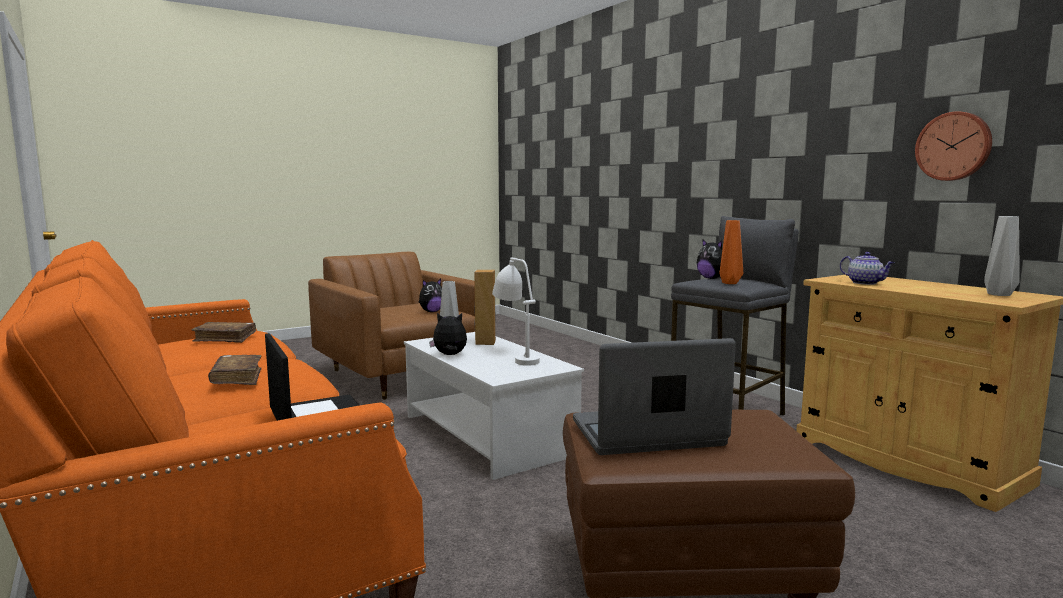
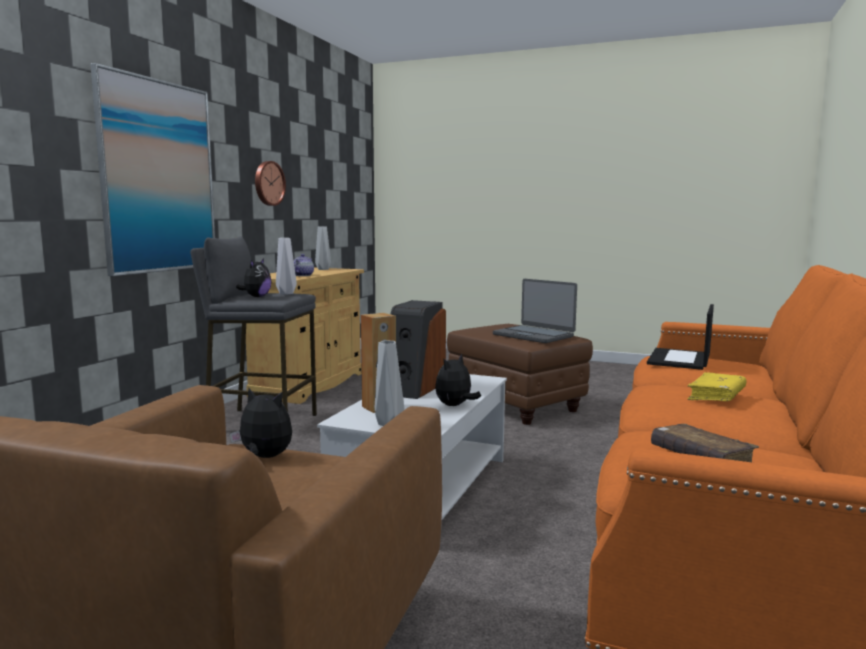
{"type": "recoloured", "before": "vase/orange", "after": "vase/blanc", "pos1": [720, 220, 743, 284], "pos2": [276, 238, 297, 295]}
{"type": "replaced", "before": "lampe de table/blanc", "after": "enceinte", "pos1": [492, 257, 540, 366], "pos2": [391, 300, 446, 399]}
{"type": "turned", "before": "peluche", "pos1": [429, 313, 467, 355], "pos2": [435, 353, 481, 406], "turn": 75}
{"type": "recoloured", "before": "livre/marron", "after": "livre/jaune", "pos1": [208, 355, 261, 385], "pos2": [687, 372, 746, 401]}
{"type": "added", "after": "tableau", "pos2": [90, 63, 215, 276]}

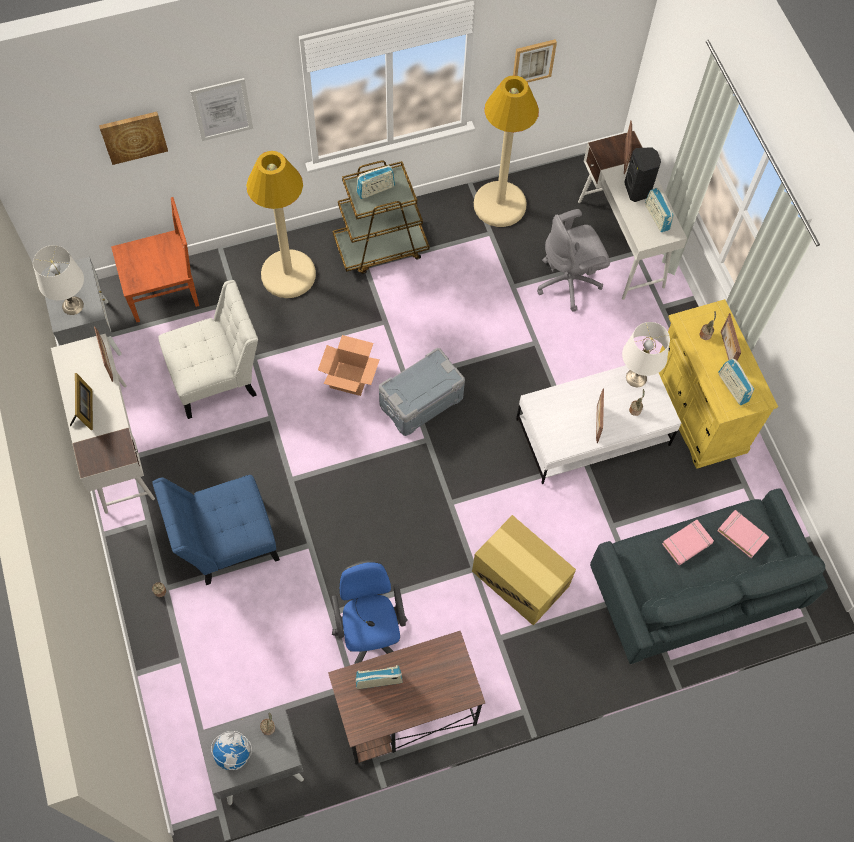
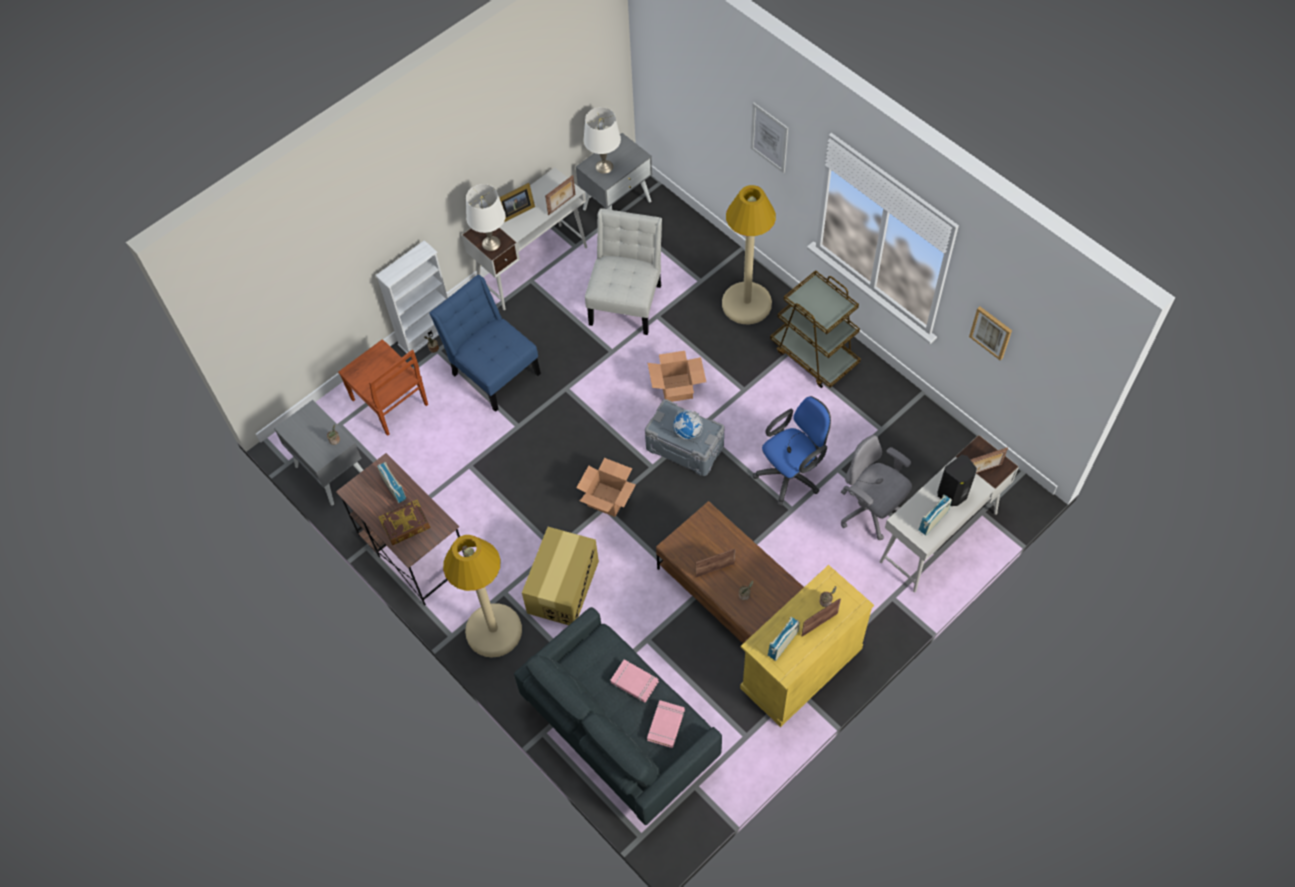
{"type": "moved", "before": "lampadaire/beige", "pos1": [474, 75, 539, 227], "pos2": [443, 535, 522, 658]}
{"type": "removed", "before": "tableau", "pos1": [99, 112, 168, 165]}
{"type": "removed", "before": "radio", "pos1": [357, 165, 395, 199]}
{"type": "moved", "before": "chaise/marron", "pos1": [111, 197, 199, 322], "pos2": [338, 339, 428, 436]}
{"type": "turned", "before": "chaise/blanc", "pos1": [159, 280, 258, 419], "pos2": [585, 208, 662, 335], "turn": -120}
{"type": "moved", "before": "lampe de table/blanc", "pos1": [622, 322, 670, 387], "pos2": [466, 184, 506, 251]}
{"type": "recoloured", "before": "table basse/blanc", "after": "table basse/marron", "pos1": [516, 365, 681, 484], "pos2": [656, 501, 804, 643]}
{"type": "moved", "before": "chaise de bureau/bleu", "pos1": [332, 560, 408, 664], "pos2": [753, 396, 831, 506]}
{"type": "moved", "before": "globe", "pos1": [211, 731, 252, 770], "pos2": [673, 410, 702, 439]}
{"type": "added", "after": "bibliothèque/blanc", "pos2": [375, 240, 448, 353]}
{"type": "added", "after": "carton", "pos2": [577, 458, 636, 517]}
{"type": "added", "after": "livre", "pos2": [379, 500, 431, 545]}

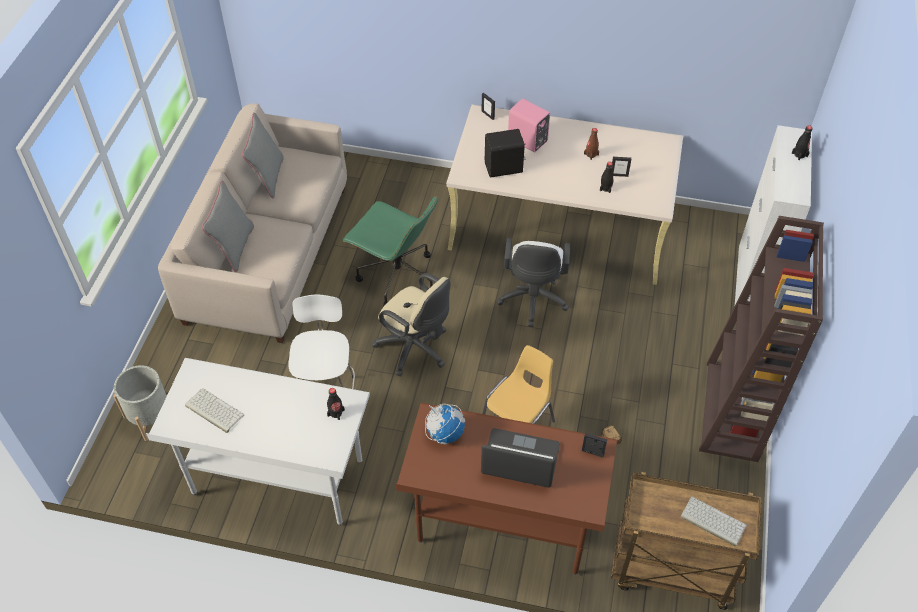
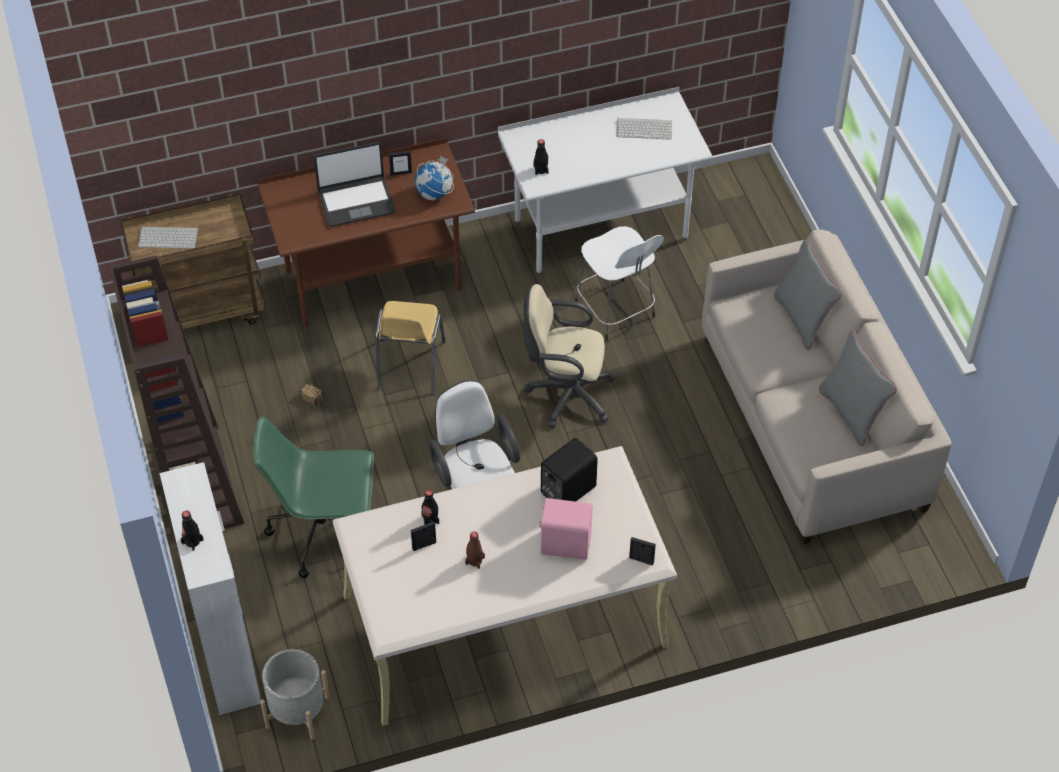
{"type": "moved", "before": "chaise de bureau/vert", "pos1": [343, 196, 438, 307], "pos2": [252, 416, 374, 578]}
{"type": "moved", "before": "cache-pot/gris", "pos1": [113, 365, 168, 441], "pos2": [260, 649, 330, 740]}
{"type": "moved", "before": "cadre photo", "pos1": [582, 433, 607, 458], "pos2": [389, 151, 412, 176]}

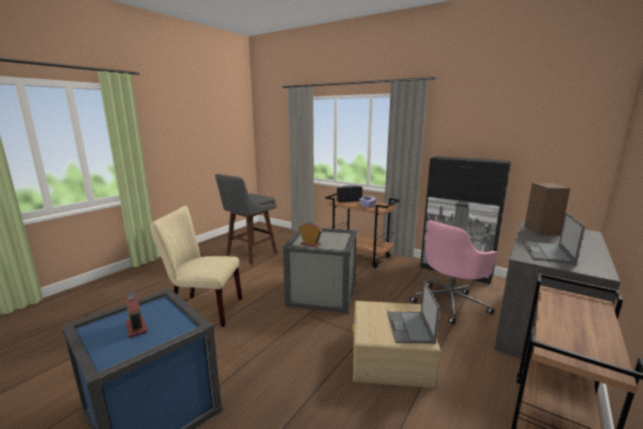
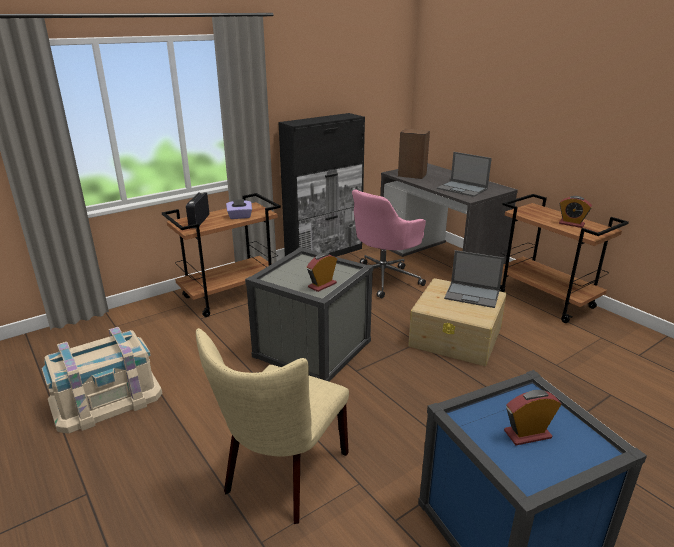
{"type": "replaced", "before": "tabouret/gris", "after": "boîte de rangement/beige", "pos1": [215, 174, 277, 265], "pos2": [42, 327, 162, 434]}
{"type": "turned", "before": "chaise de bureau/rose", "pos1": [410, 220, 498, 325], "pos2": [352, 189, 426, 298], "turn": 60}
{"type": "added", "after": "réveil", "pos2": [559, 196, 592, 228]}

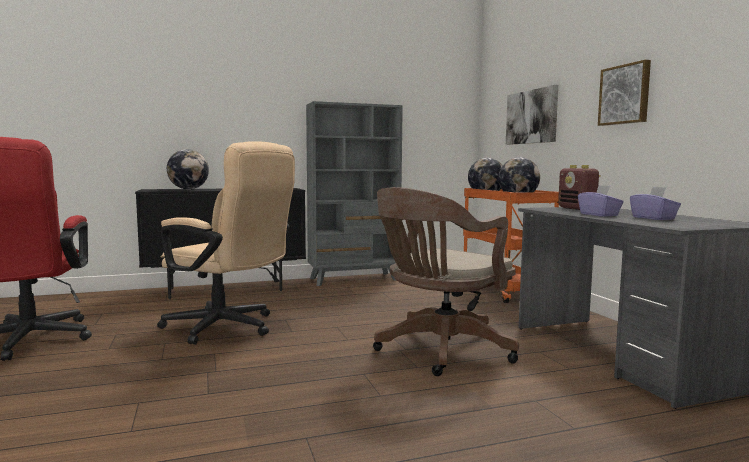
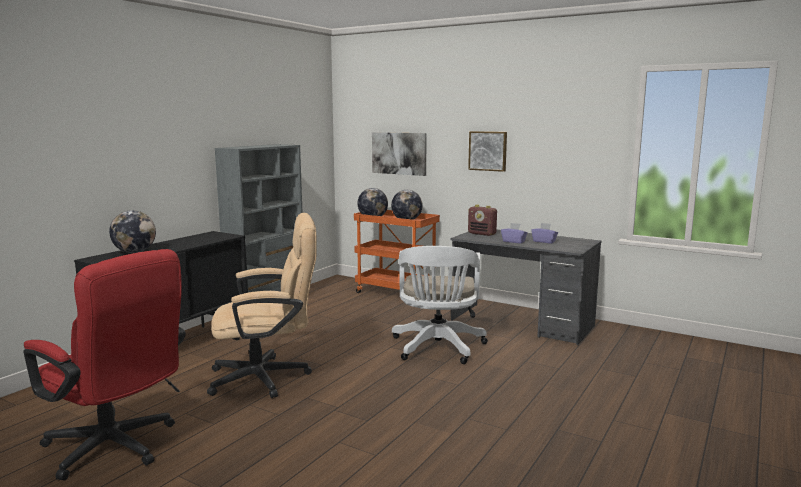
{"type": "recoloured", "before": "chaise de bureau/marron", "after": "chaise de bureau/blanc", "pos1": [373, 187, 519, 376], "pos2": [392, 246, 488, 364]}

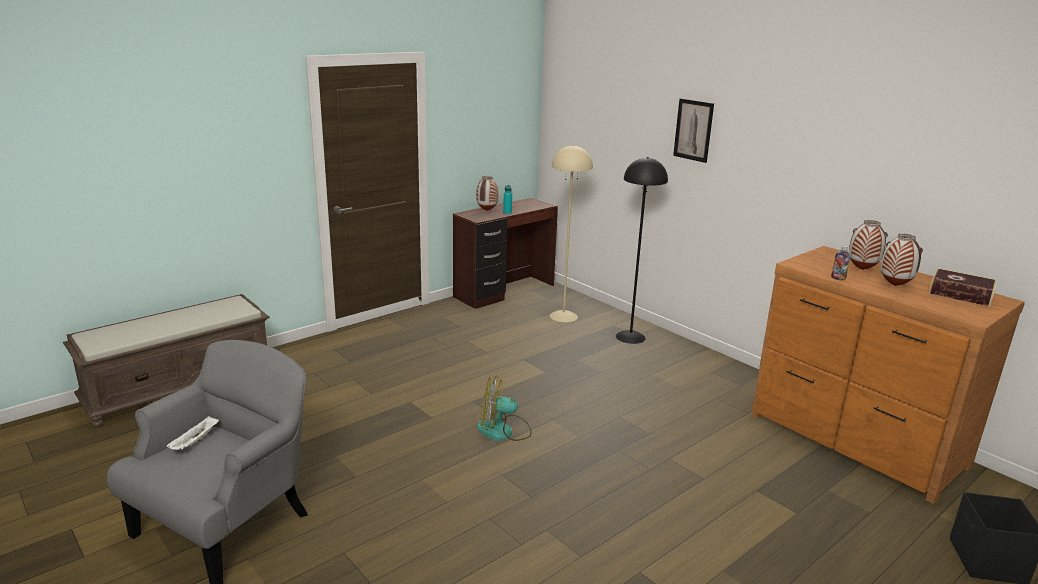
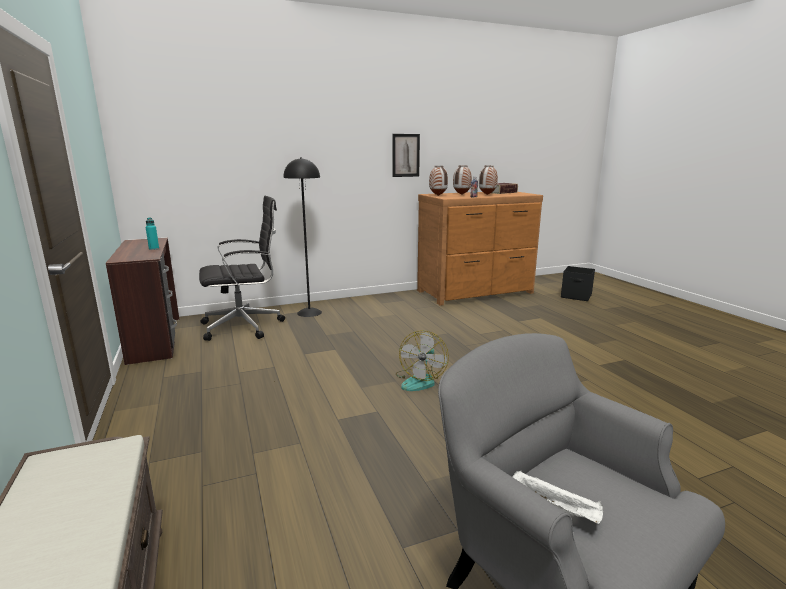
{"type": "moved", "before": "tableau", "pos1": [673, 98, 714, 163], "pos2": [393, 134, 420, 177]}
{"type": "replaced", "before": "lampadaire/beige", "after": "chaise de bureau/noir", "pos1": [550, 145, 593, 322], "pos2": [199, 196, 285, 341]}
{"type": "moved", "before": "vase", "pos1": [476, 176, 498, 211], "pos2": [429, 166, 448, 196]}

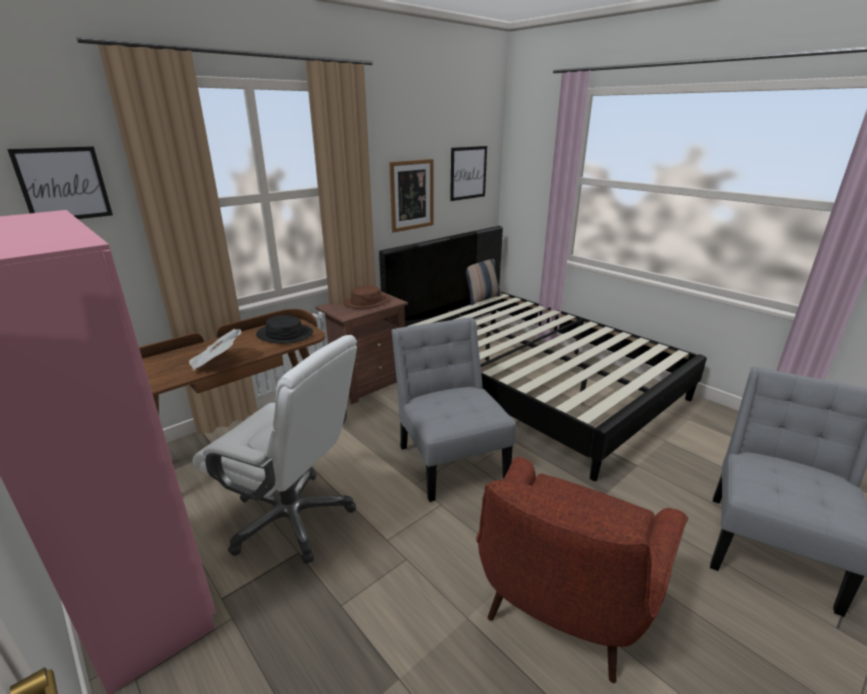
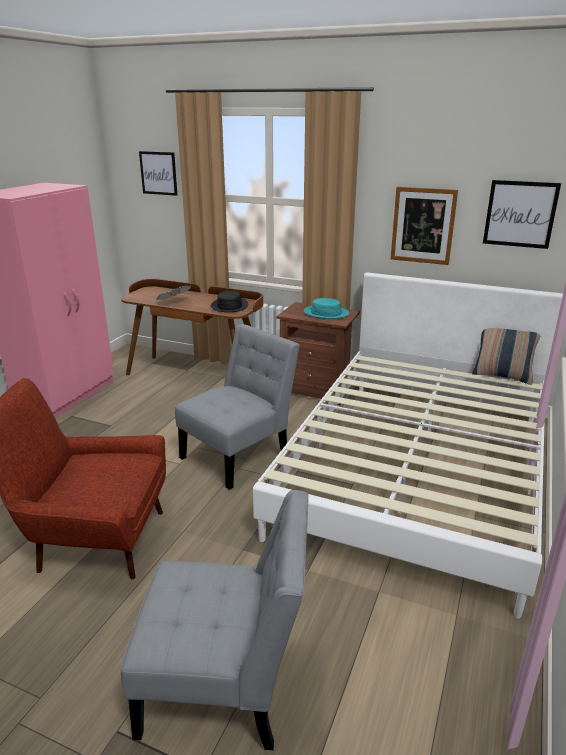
{"type": "recoloured", "before": "lit/noir", "after": "lit/blanc", "pos1": [379, 226, 707, 481], "pos2": [253, 272, 563, 618]}
{"type": "recoloured", "before": "chapeau/marron", "after": "chapeau/turquoise", "pos1": [343, 285, 390, 308], "pos2": [304, 298, 349, 319]}
{"type": "removed", "before": "chaise de bureau/blanc", "pos1": [193, 335, 357, 564]}

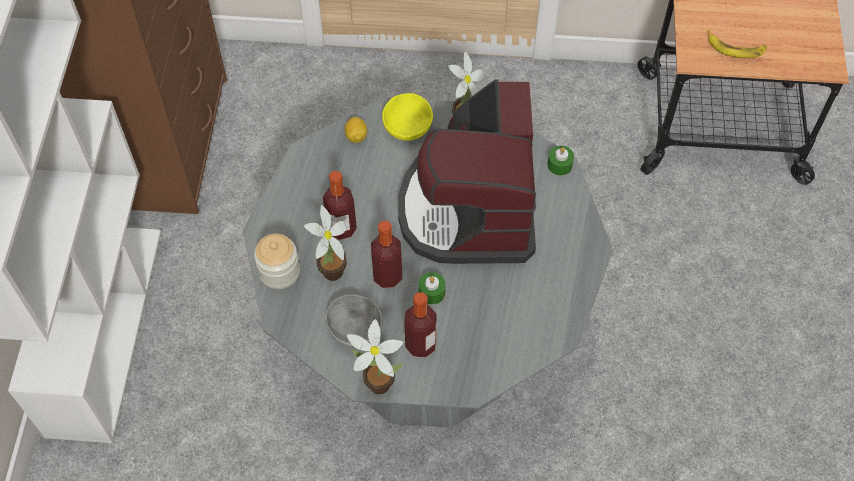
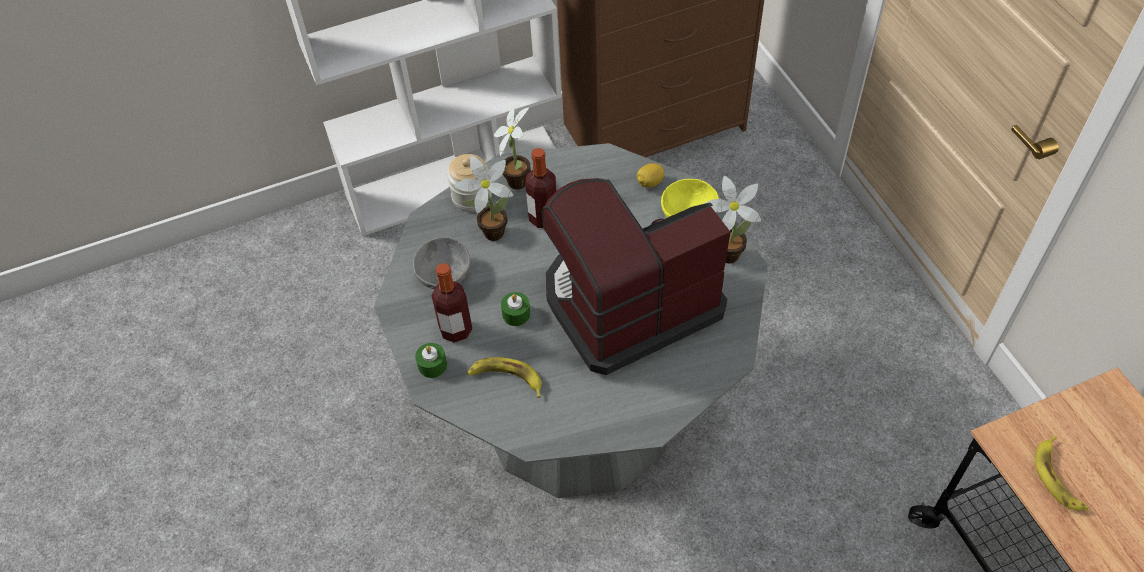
{"type": "moved", "before": "bougie/vert", "pos1": [547, 146, 574, 176], "pos2": [415, 343, 447, 378]}
{"type": "removed", "before": "bouteille", "pos1": [371, 221, 402, 288]}
{"type": "moved", "before": "plante en pot", "pos1": [347, 319, 403, 394], "pos2": [494, 107, 531, 190]}
{"type": "added", "after": "banane", "pos2": [467, 357, 542, 398]}

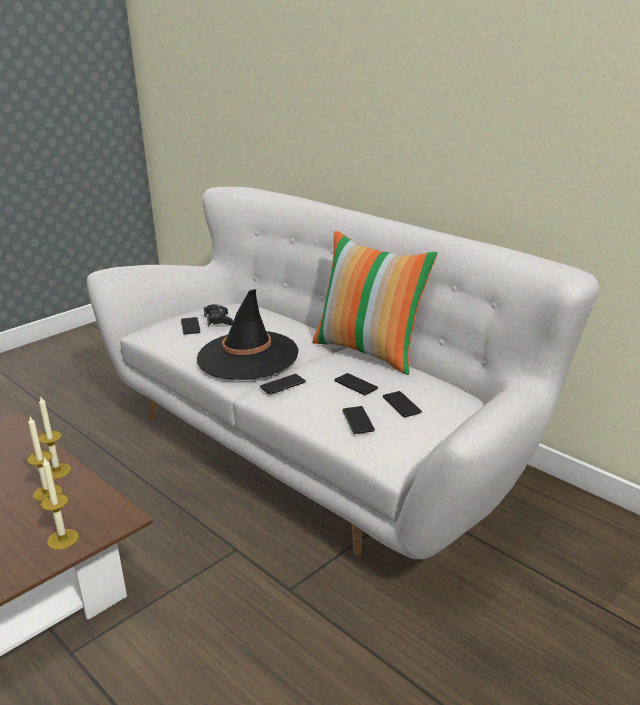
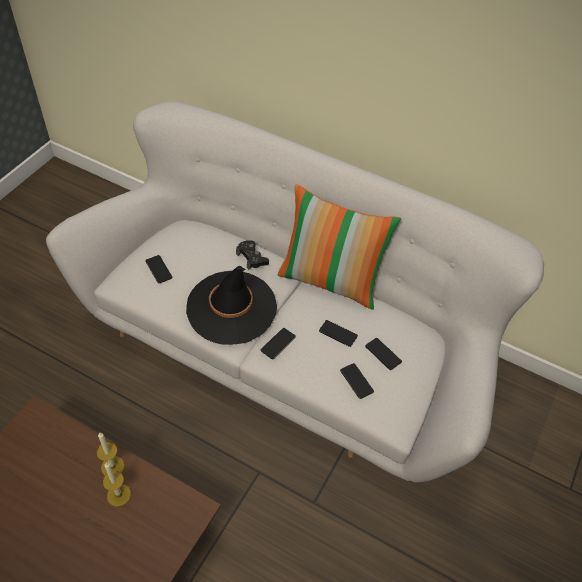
{"type": "moved", "before": "manette/noir", "pos1": [204, 304, 233, 327], "pos2": [236, 240, 269, 270]}
{"type": "removed", "before": "bougie", "pos1": [41, 456, 79, 550]}

